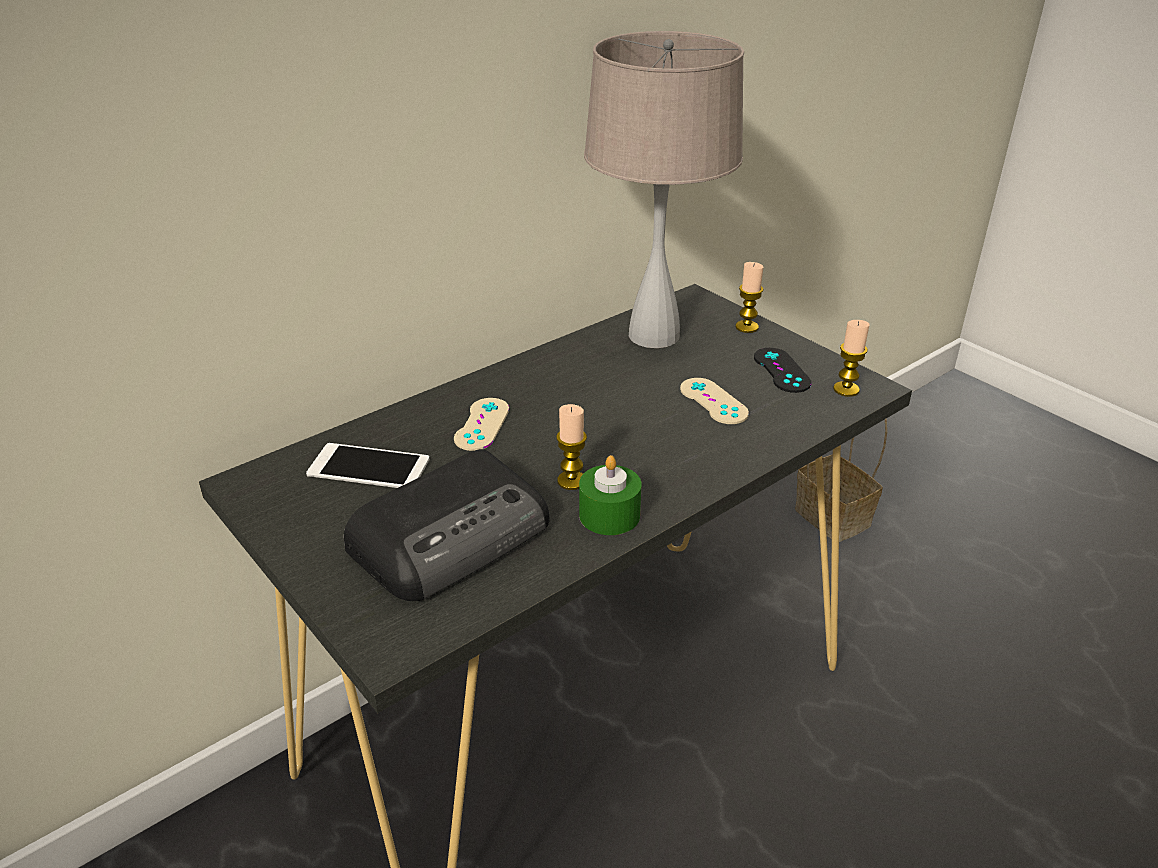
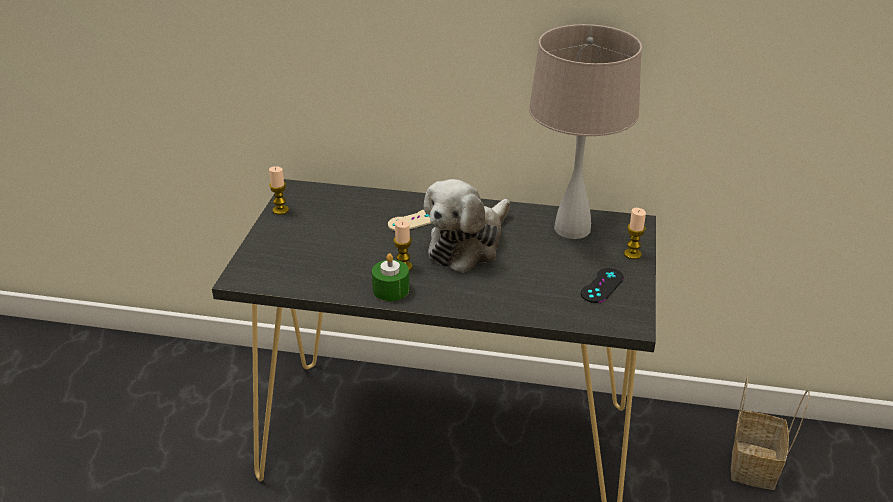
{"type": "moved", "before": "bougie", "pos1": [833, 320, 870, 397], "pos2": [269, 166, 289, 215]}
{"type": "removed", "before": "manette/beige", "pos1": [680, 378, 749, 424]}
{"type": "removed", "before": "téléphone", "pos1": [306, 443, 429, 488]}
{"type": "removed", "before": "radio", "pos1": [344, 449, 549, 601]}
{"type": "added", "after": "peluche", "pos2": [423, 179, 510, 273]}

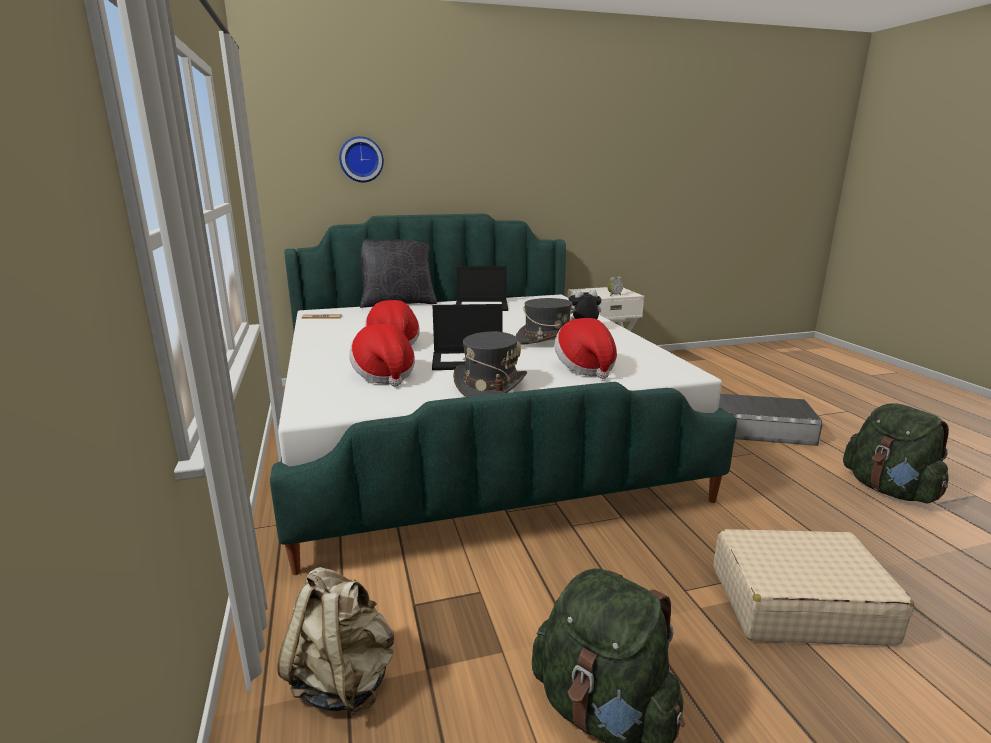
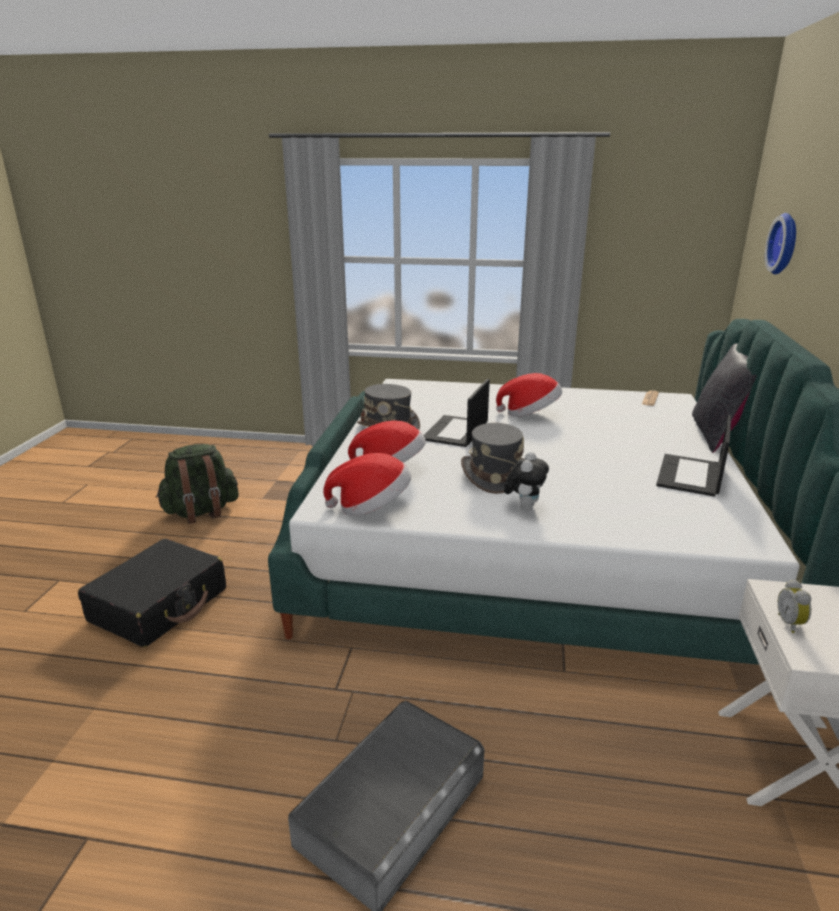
{"type": "moved", "before": "chapeau", "pos1": [350, 324, 415, 387], "pos2": [323, 453, 411, 516]}
{"type": "removed", "before": "sac à dos/vert", "pos1": [843, 403, 949, 504]}
{"type": "recoloured", "before": "valise/beige", "after": "valise/noir", "pos1": [713, 529, 914, 646], "pos2": [78, 539, 226, 647]}
{"type": "removed", "before": "sac à dos/beige", "pos1": [277, 567, 394, 716]}

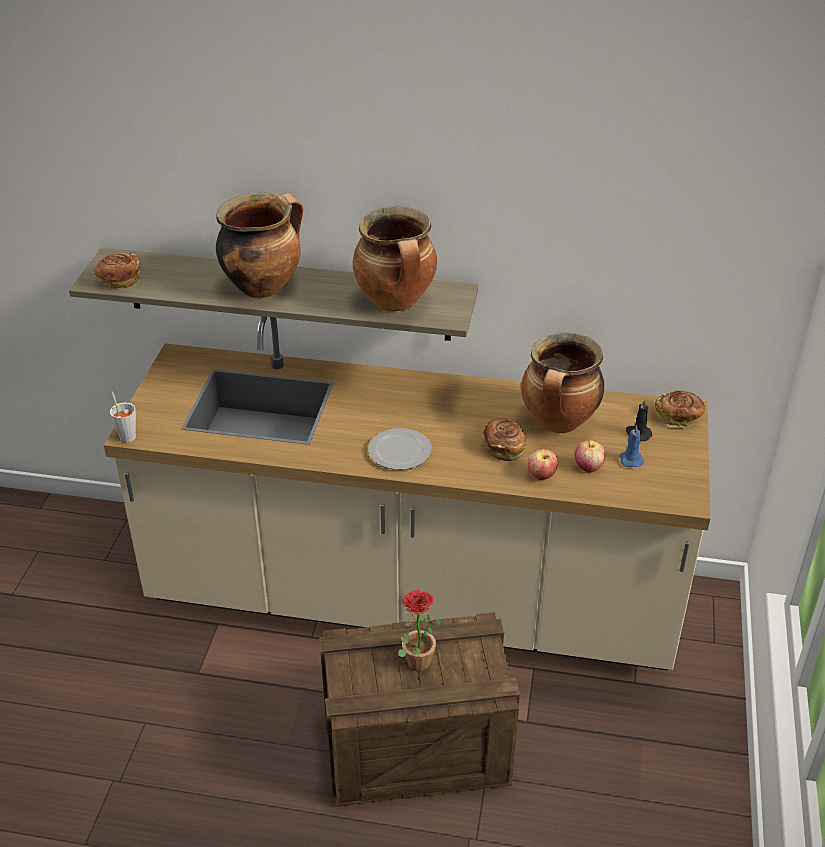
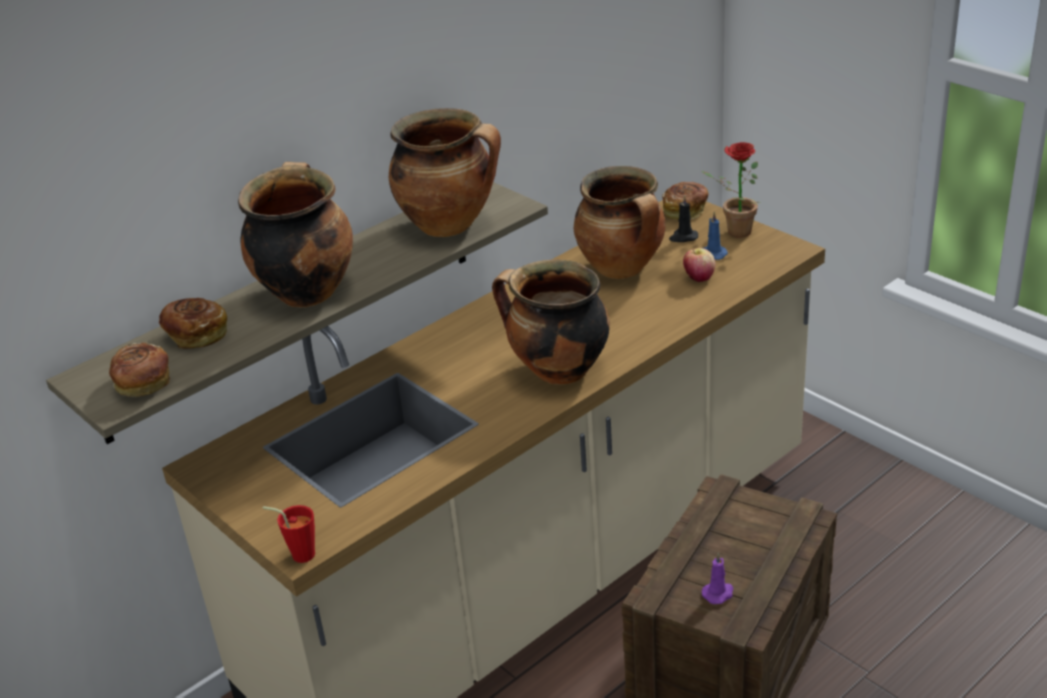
{"type": "recoloured", "before": "tasse/gris", "after": "tasse/rouge", "pos1": [110, 391, 136, 443], "pos2": [262, 505, 315, 563]}
{"type": "moved", "before": "pain", "pos1": [483, 418, 527, 461], "pos2": [159, 298, 227, 349]}
{"type": "replaced", "before": "assiette", "after": "marmite", "pos1": [368, 428, 432, 470], "pos2": [492, 260, 610, 385]}
{"type": "removed", "before": "pomme", "pos1": [528, 449, 558, 480]}
{"type": "moved", "before": "plante en pot", "pos1": [398, 590, 441, 672], "pos2": [702, 142, 761, 238]}
{"type": "added", "after": "bougie/violet", "pos2": [702, 553, 733, 604]}

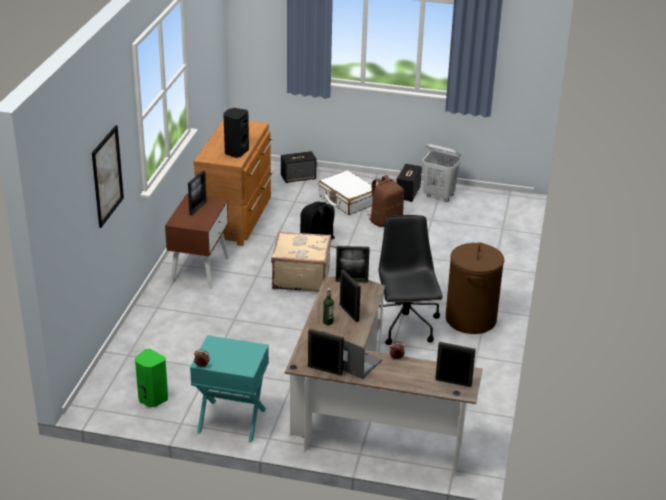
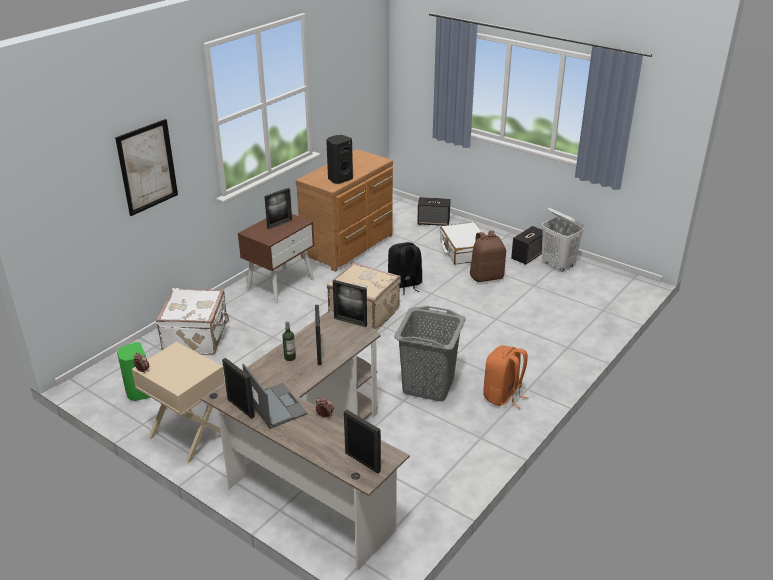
{"type": "replaced", "before": "chaise de bureau/noir", "after": "panier à linge/gris", "pos1": [379, 215, 443, 345], "pos2": [394, 306, 466, 401]}
{"type": "replaced", "before": "panier à linge/marron", "after": "sac à dos/orange", "pos1": [446, 242, 504, 334], "pos2": [483, 345, 529, 409]}
{"type": "recoloured", "before": "table de chevet/turquoise", "after": "table de chevet/beige", "pos1": [190, 335, 269, 443], "pos2": [132, 342, 225, 464]}
{"type": "added", "after": "valise/blanc", "pos2": [156, 288, 229, 355]}

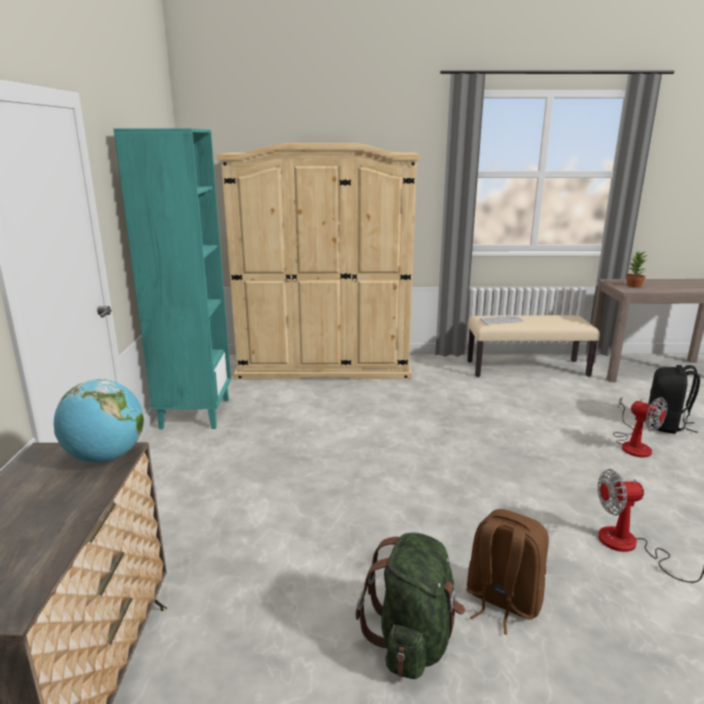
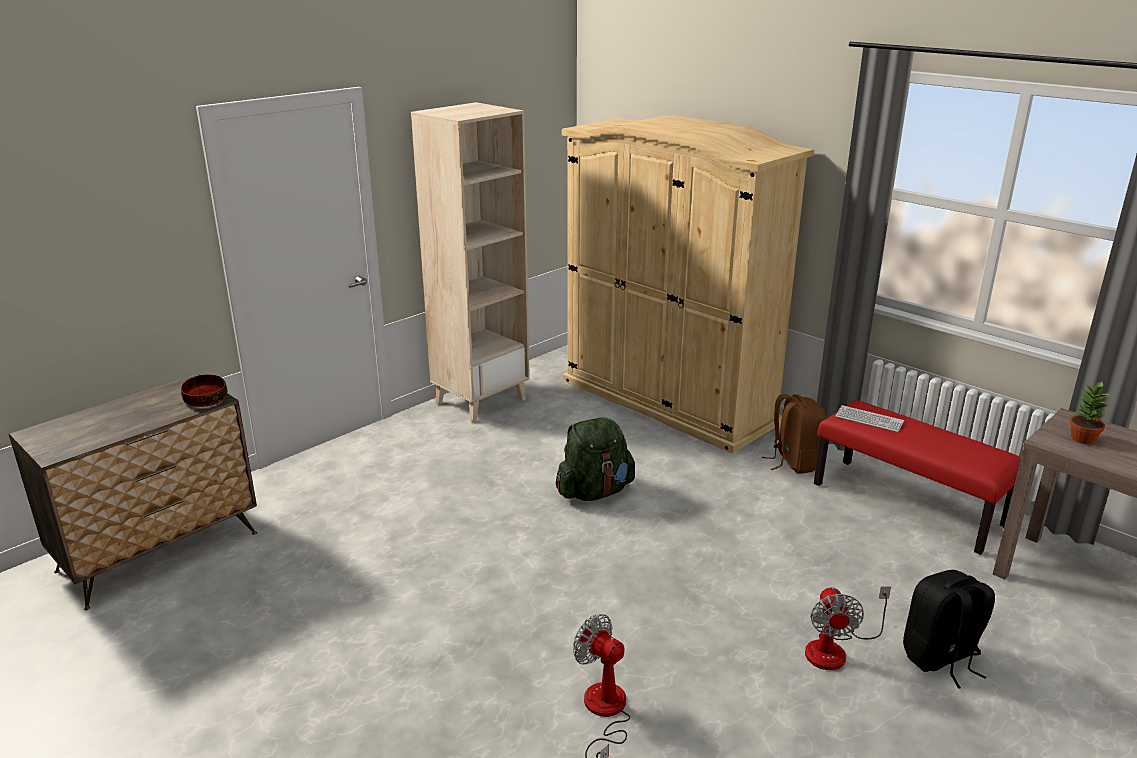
{"type": "recoloured", "before": "bibliothèque/turquoise", "after": "bibliothèque/beige", "pos1": [114, 129, 231, 429], "pos2": [411, 102, 530, 423]}
{"type": "recoloured", "before": "banc/beige", "after": "banc/rouge", "pos1": [467, 315, 600, 377], "pos2": [814, 400, 1021, 555]}
{"type": "replaced", "before": "globe", "after": "bol", "pos1": [54, 379, 144, 463], "pos2": [181, 374, 227, 407]}
{"type": "moved", "before": "sac à dos/marron", "pos1": [466, 509, 549, 635], "pos2": [762, 394, 827, 474]}
{"type": "moved", "before": "sac à dos/vert", "pos1": [356, 532, 465, 679], "pos2": [556, 417, 635, 501]}

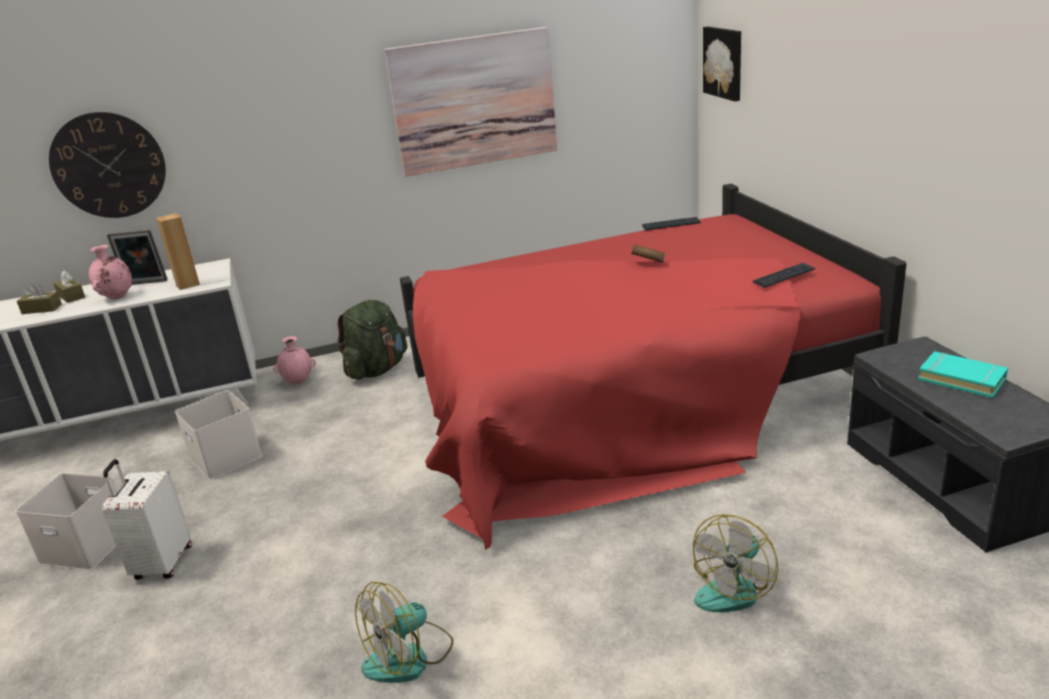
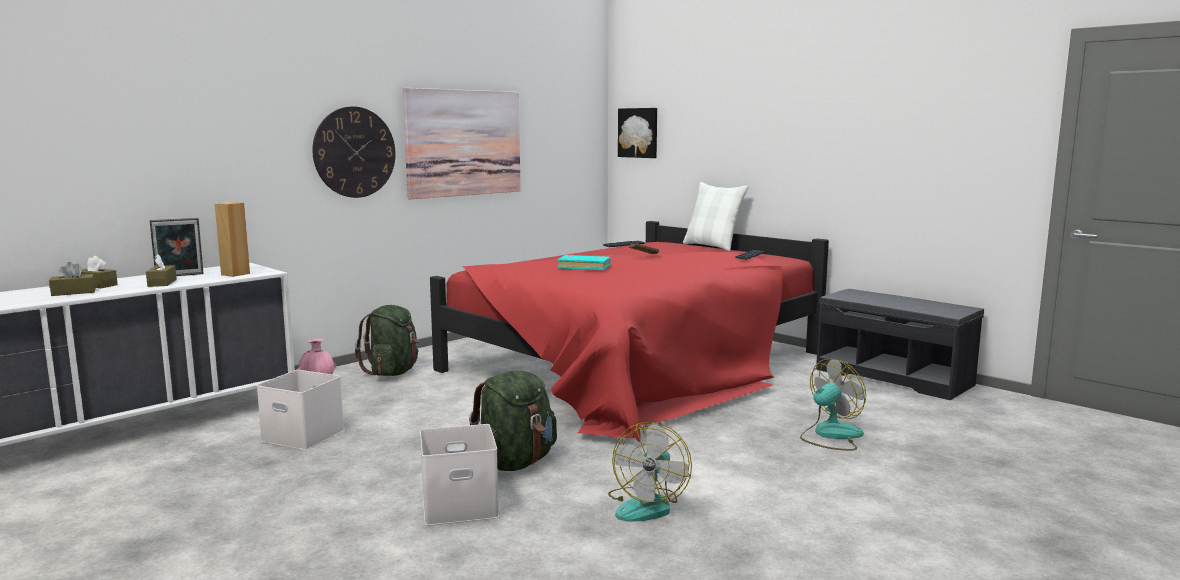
{"type": "moved", "before": "horloge murale", "pos1": [49, 112, 166, 218], "pos2": [312, 106, 396, 198]}
{"type": "replaced", "before": "vase/rose", "after": "boîte à mouchoirs/marron", "pos1": [89, 245, 132, 300], "pos2": [146, 254, 177, 287]}
{"type": "moved", "before": "livre/turquoise", "pos1": [918, 351, 1008, 398], "pos2": [557, 255, 610, 270]}
{"type": "removed", "before": "valise/blanc", "pos1": [102, 459, 192, 580]}
{"type": "moved", "before": "boîte de rangement/blanc", "pos1": [15, 473, 118, 570], "pos2": [420, 424, 499, 526]}
{"type": "turned", "before": "ventilateur", "pos1": [693, 514, 778, 612], "pos2": [800, 359, 866, 451], "turn": -135}
{"type": "added", "after": "coussin/blanc", "pos2": [683, 182, 748, 251]}
{"type": "added", "after": "sac à dos/vert", "pos2": [469, 370, 557, 471]}

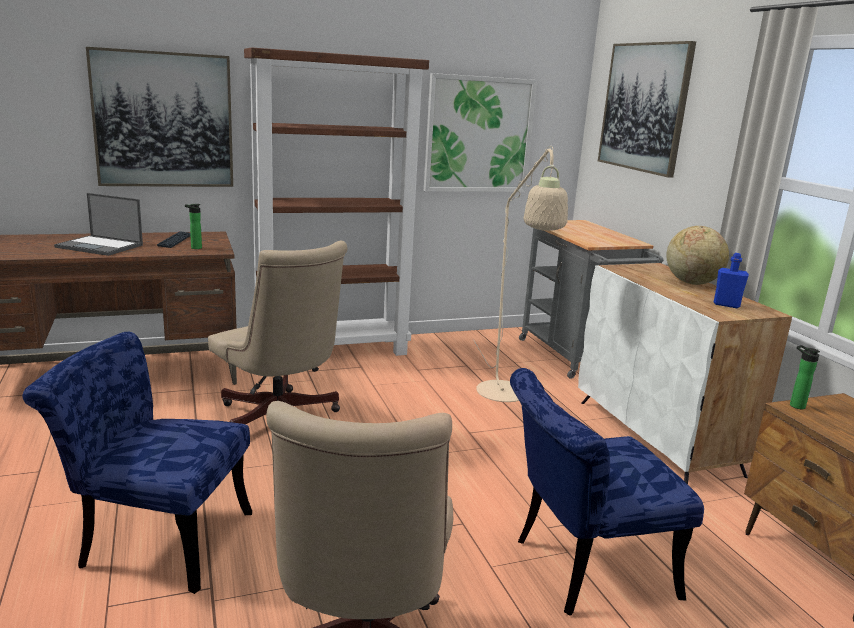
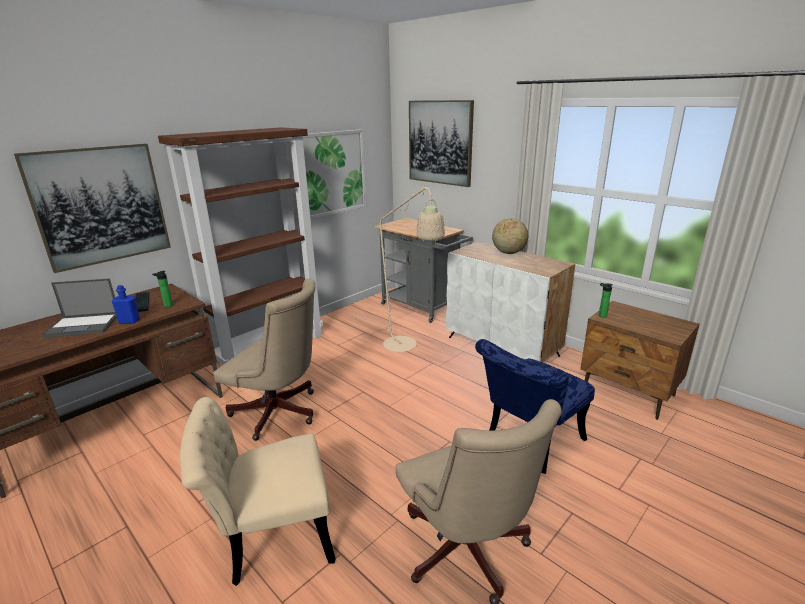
{"type": "moved", "before": "bouteille/bleu", "pos1": [714, 253, 749, 308], "pos2": [112, 285, 140, 324]}
{"type": "recoloured", "before": "chaise/bleu", "after": "chaise/beige", "pos1": [23, 332, 252, 594], "pos2": [180, 397, 336, 586]}

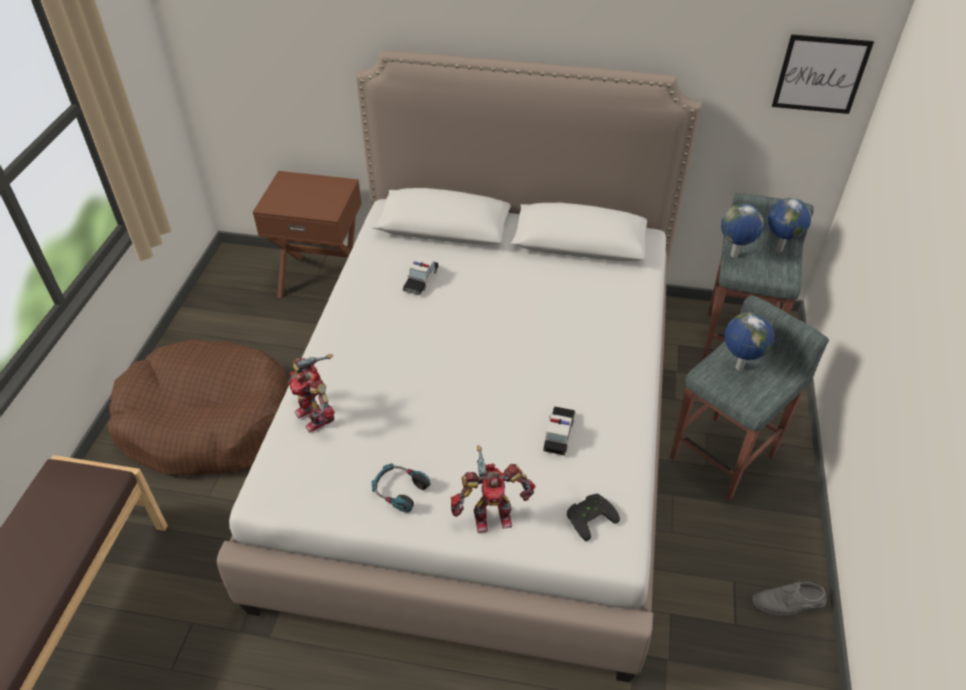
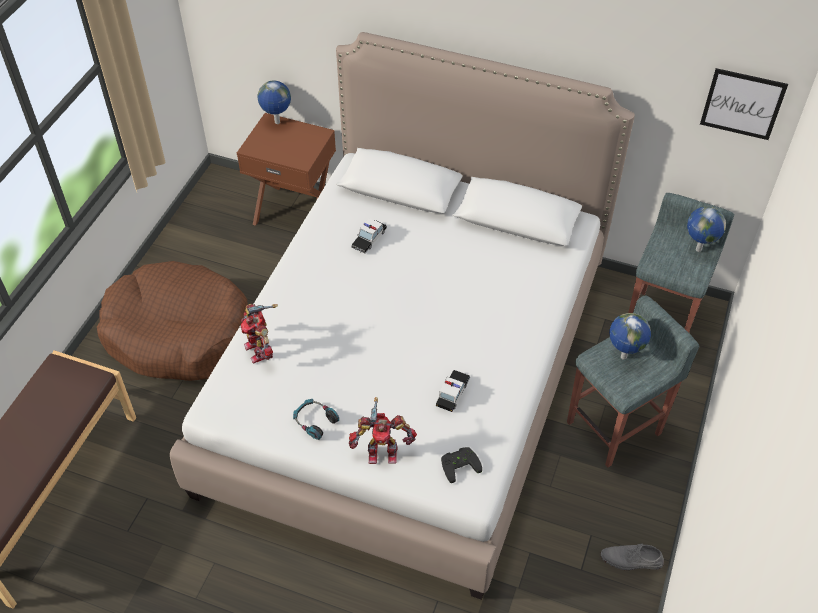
{"type": "moved", "before": "globe", "pos1": [721, 204, 764, 258], "pos2": [257, 80, 291, 124]}

